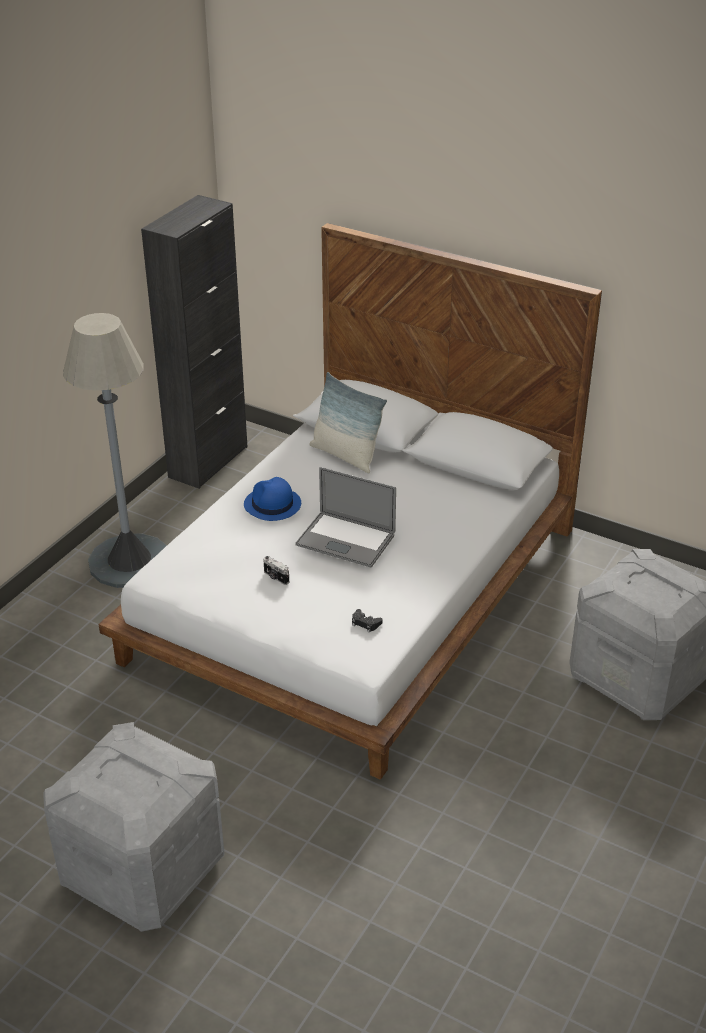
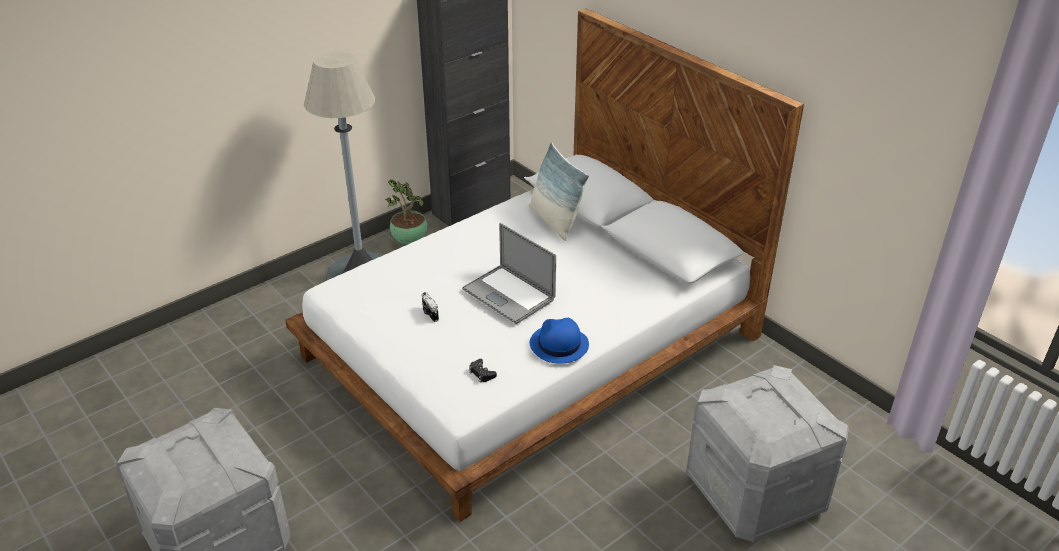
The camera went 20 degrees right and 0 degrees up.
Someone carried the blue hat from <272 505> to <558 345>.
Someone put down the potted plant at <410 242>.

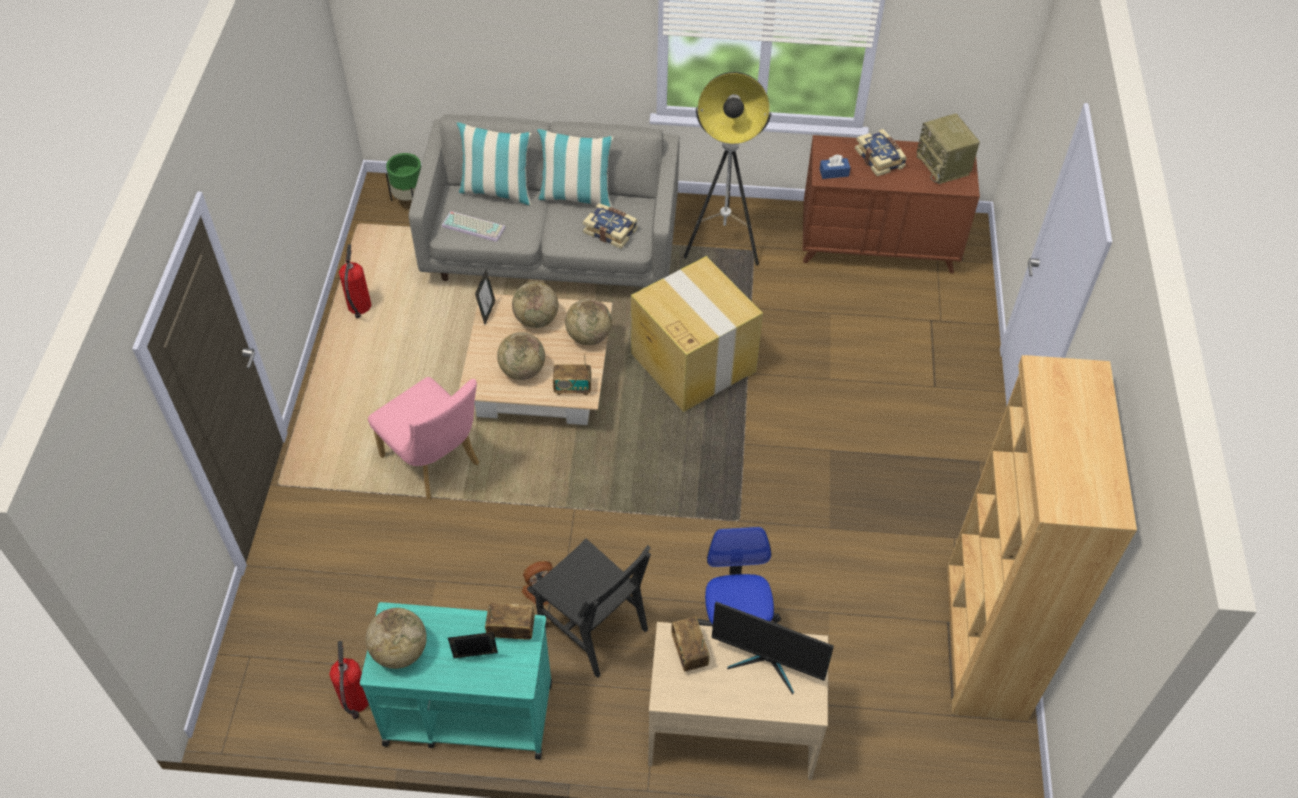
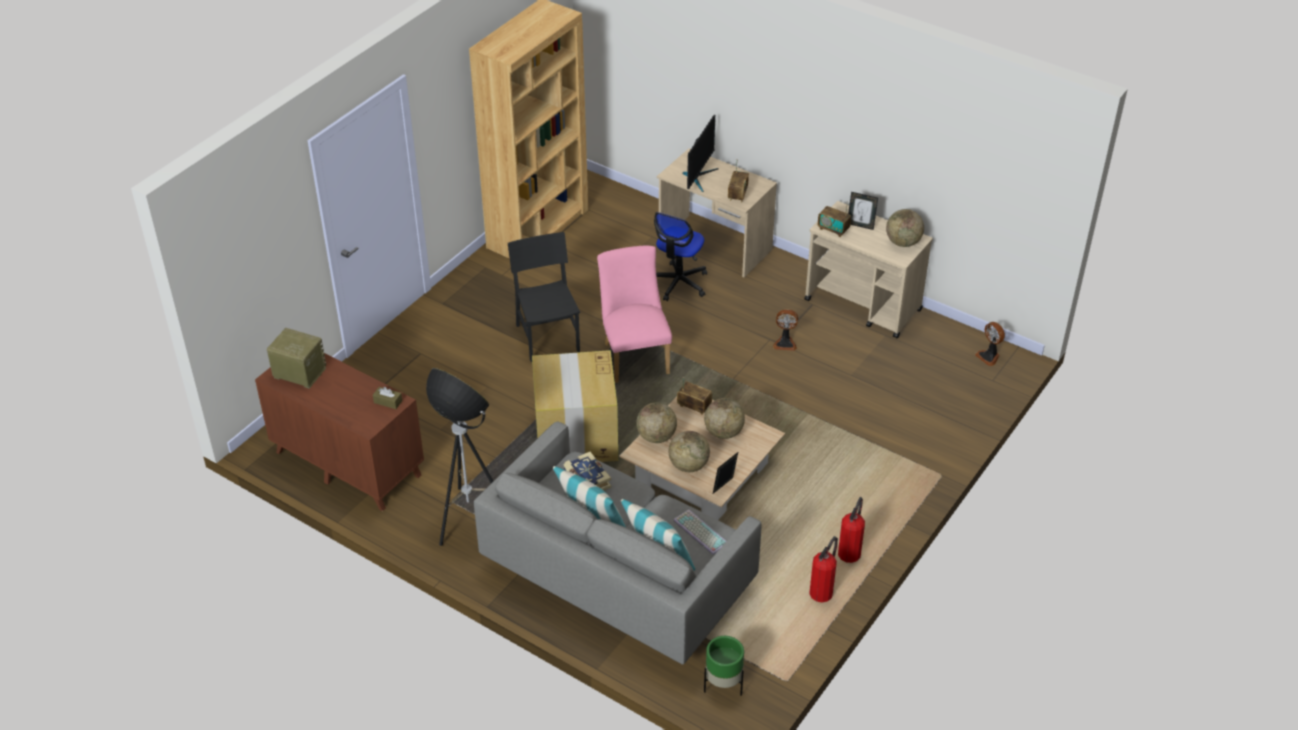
The camera went 150 degrees left and 10 degrees down.
Someone carried the fire extinguisher from <356 702> to <849 552>.
Someone repainted the turquoise cart at <467 713>, which became the beige cart at <863 305>.
Someone carried the pink chair from <435 464> to <634 355>.
Someone carried the black chair from <593 628> to <548 338>.
Someone rotated the monitor at <767 663> by 60 degrees clockwise.
Someone repainted the blue tissue box at <834 172>, which became the brown tissue box at <388 401>.
Someone took away the book at <880 158>.
Someone rotated the radio at <944 165> by 75 degrees counterclockwise.
Someone put down the fan at <989 356>.

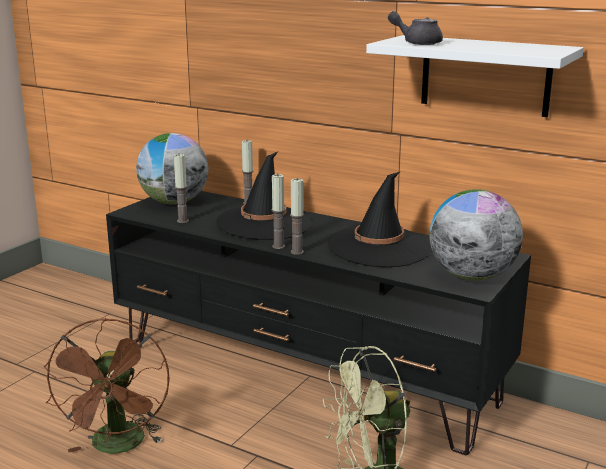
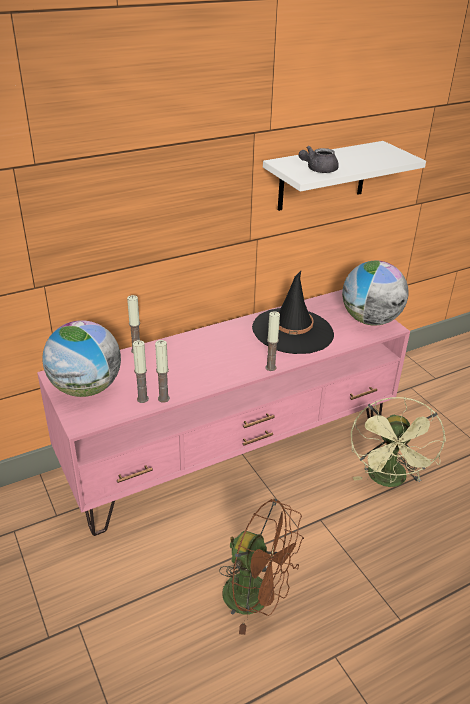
The camera went 60 degrees left and 15 degrees up.
Someone repainted the black tv stand at <305 372>, which became the pink tv stand at <232 450>.
Someone took away the black hat at <264 223>.
Someone carried the candle from <278 246> to <163 398>.

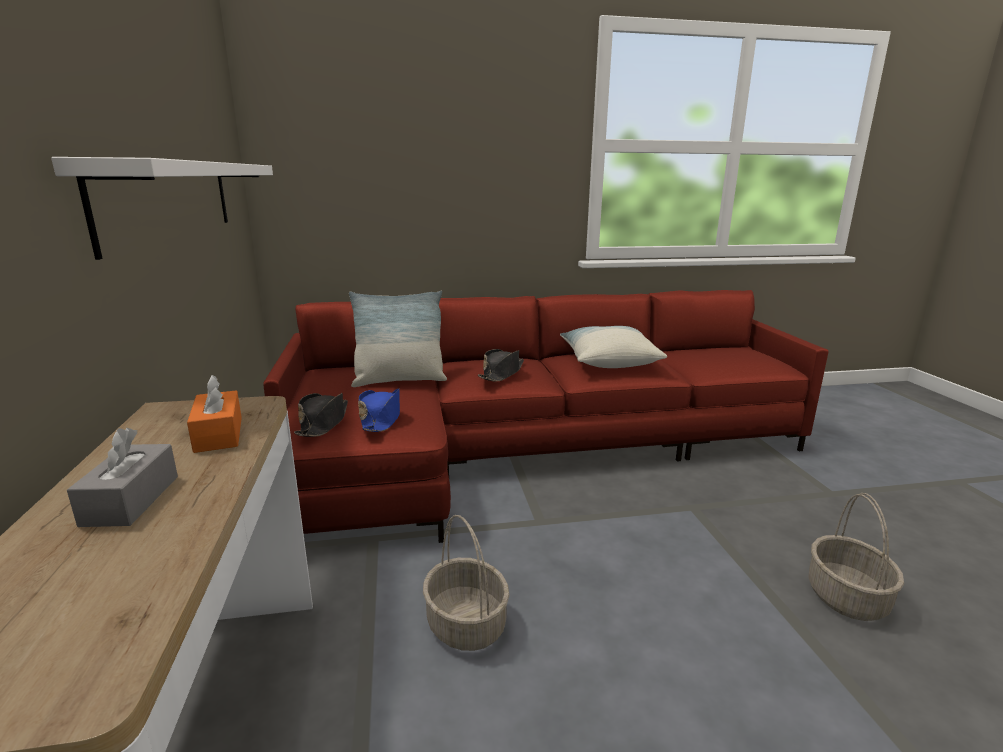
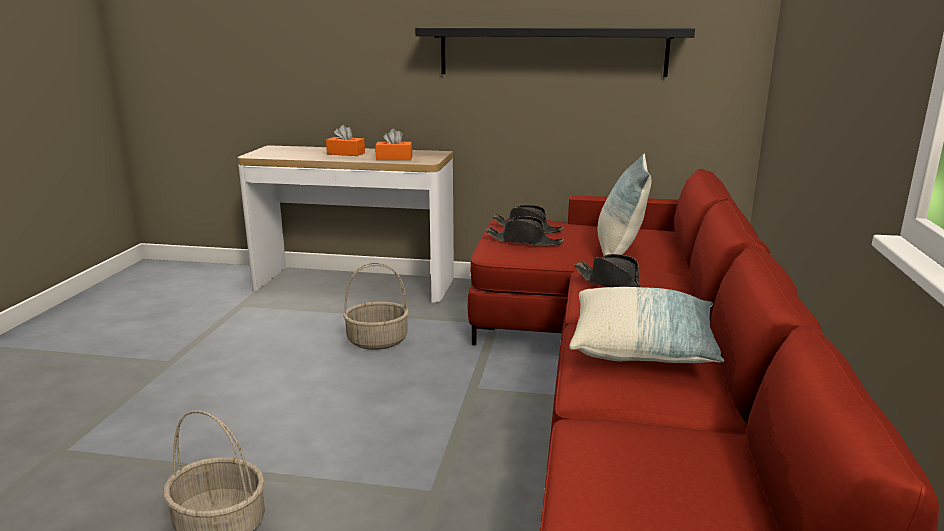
The camera went 110 degrees right and 0 degrees up.
Someone repainted the white shelf at <172 199>, which became the black shelf at <552 51>.
Someone repainted the grey tissue box at <131 500>, which became the orange tissue box at <346 153>.
Someone repainted the blue hat at <381 419>, which became the black hat at <524 241>.

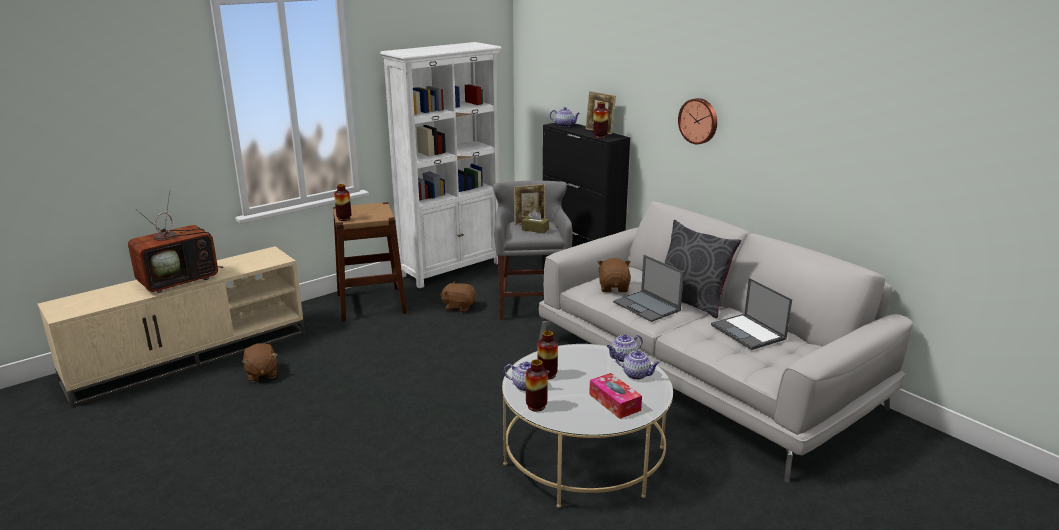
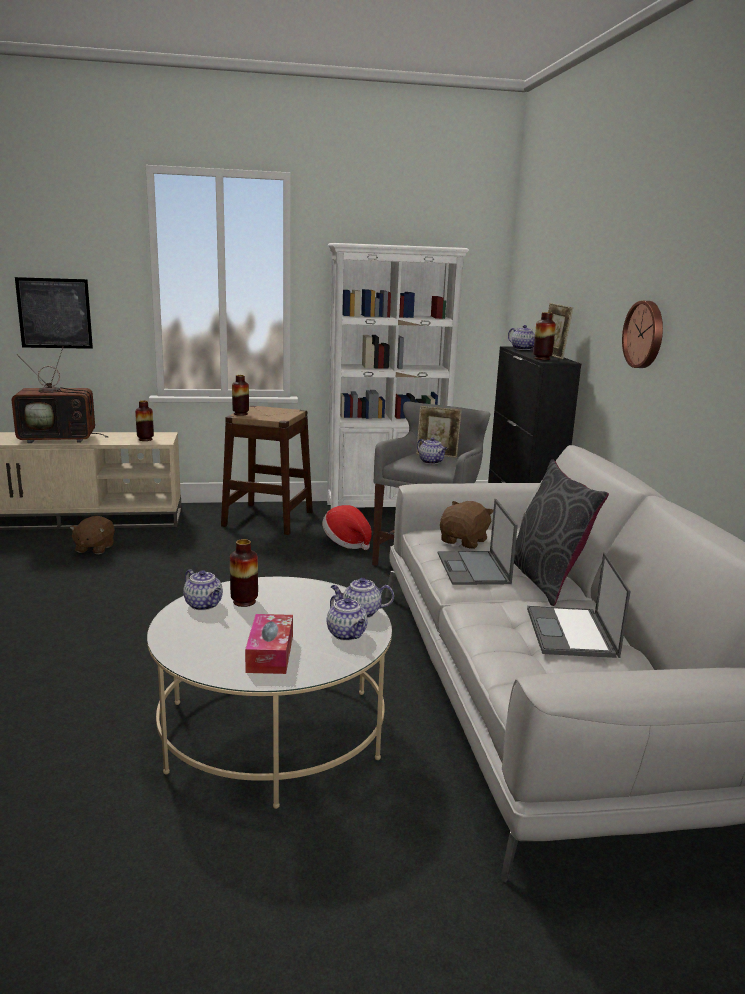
The camera went 30 degrees right and 5 degrees down.
Someone swapped the brown plush toy at <459 307> for the hat at <347 542>.
Someone swapped the brown tissue box at <535 229> for the teapot at <431 462>.
Someone carried the vase from <536 406> to <145 439>.
Someone put up the picture at <54 313>.

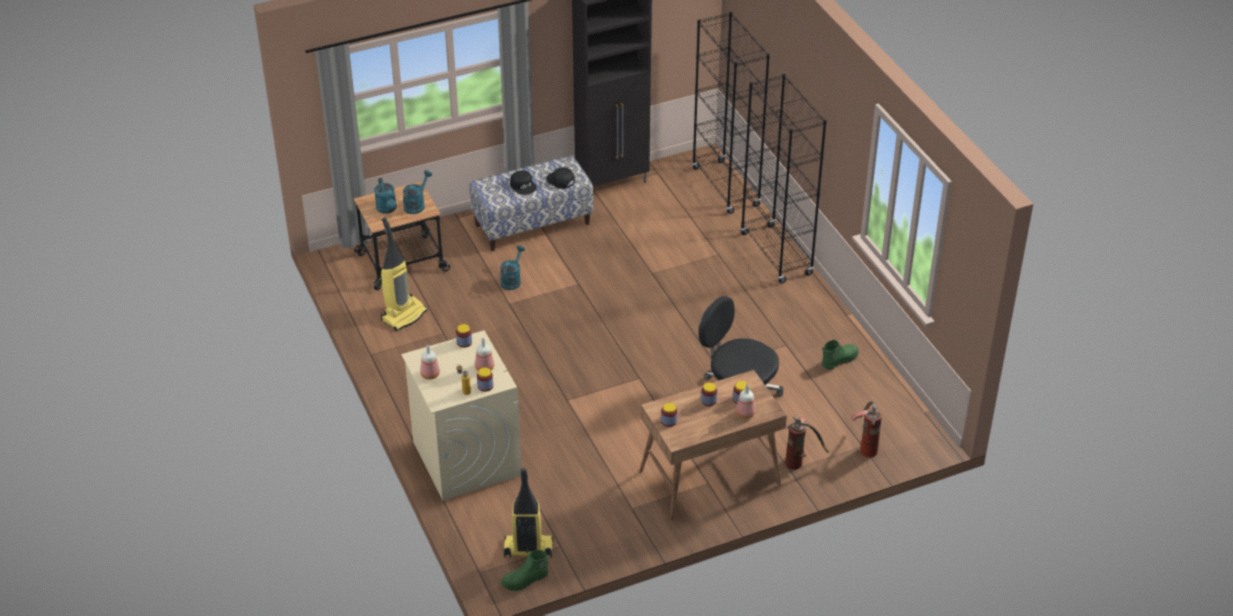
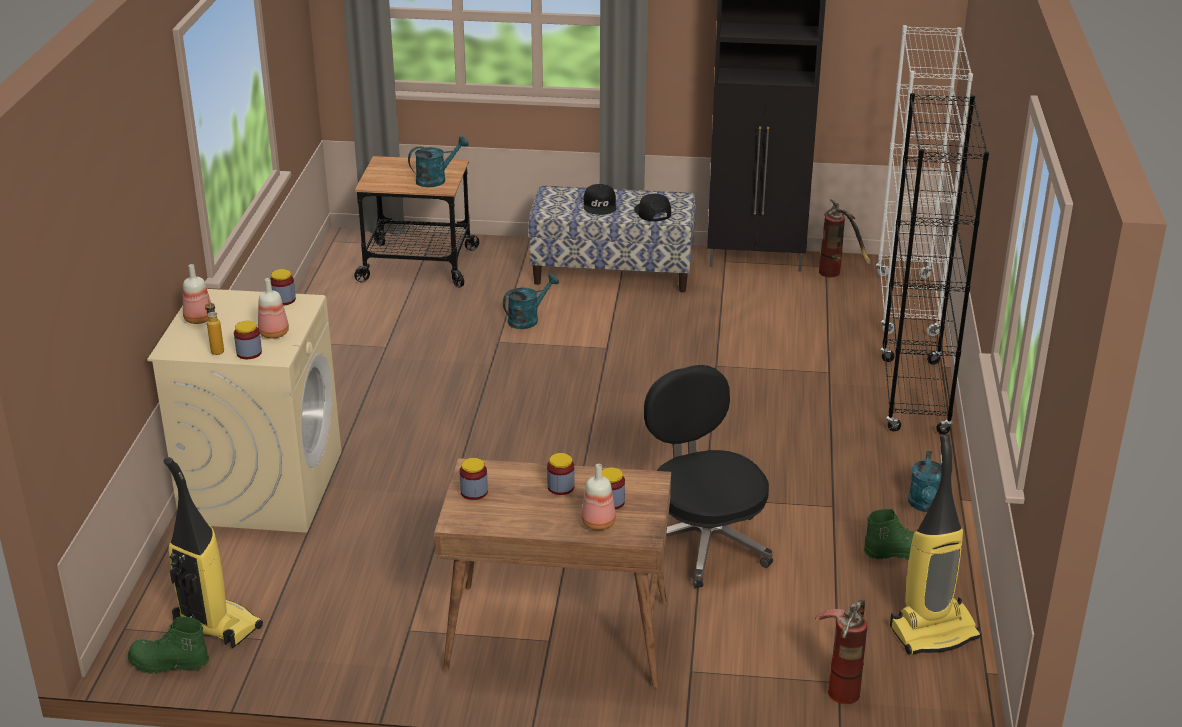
The camera went 30 degrees right and 10 degrees down.
Someone carried the turquoise watering can from <387 209> to <925 506>.
Someone carried the vacuum cleaner from <404 315> to <934 632>.
Someone repainted the black bookcase at <726 187>, which became the white bookcase at <906 305>.
Someone carried the fire extinguisher from <800 462> to <838 273>.

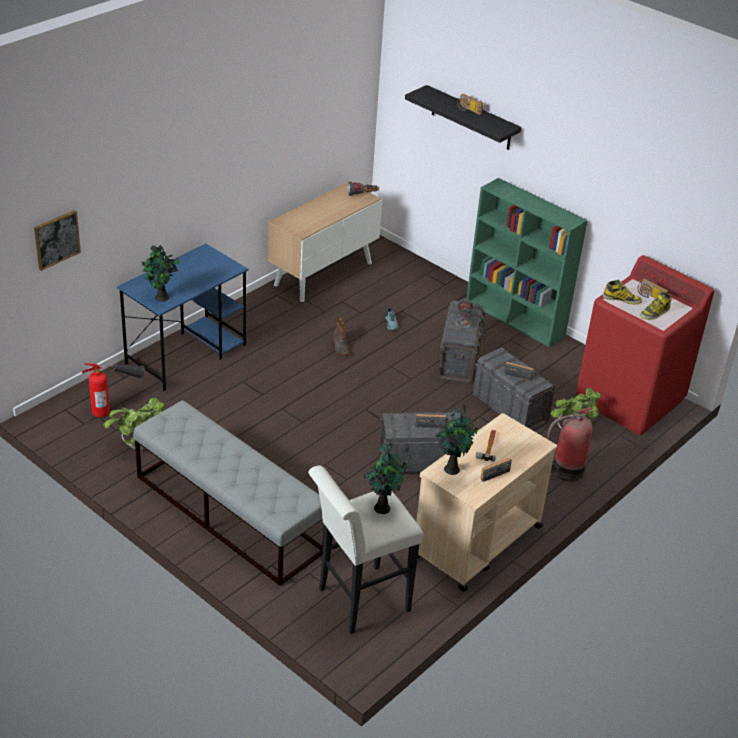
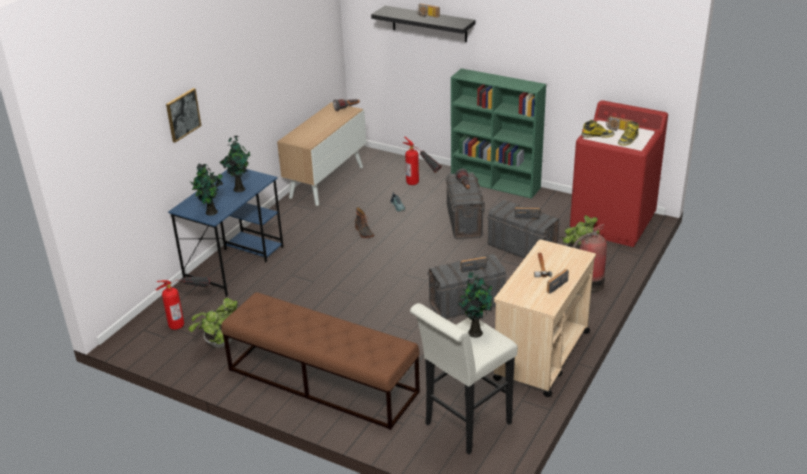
The camera went 10 degrees left and 5 degrees down.
Someone carried the picture from <56 239> to <182 115>.
Someone repainted the grey bench at <229 513>, which became the brown bench at <321 380>.
Someone carried the potted plant from <452 468> to <239 188>.
Someone put down the fire extinguisher at <422 186>.

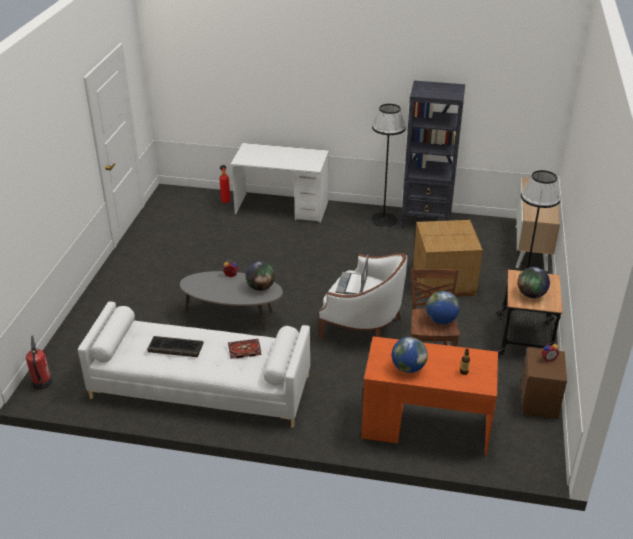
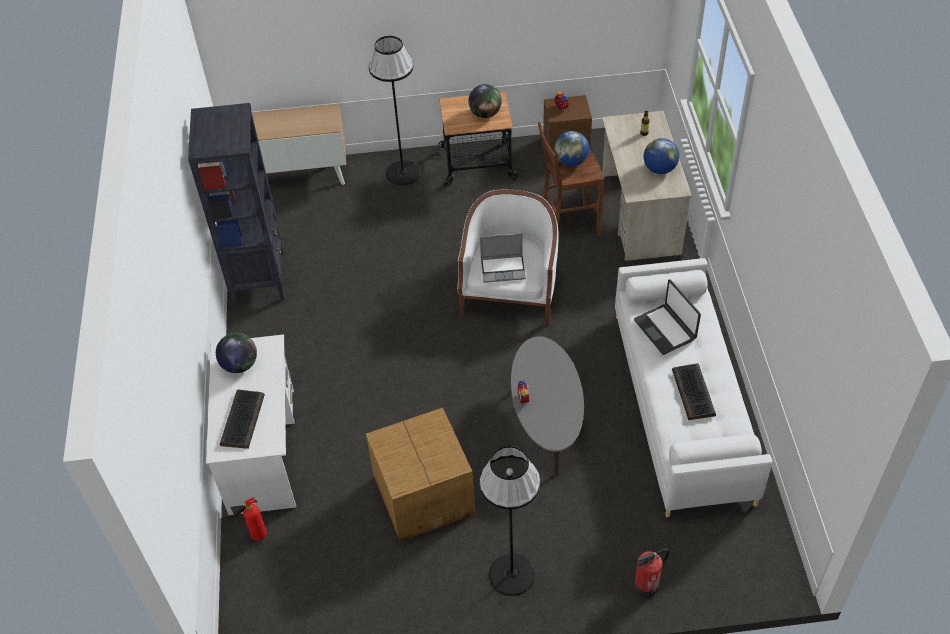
The camera went 105 degrees left and 15 degrees up.
Someone carried the fire extinguisher from <42 383> to <646 585>.
Someone swapped the book at <243 350> for the laptop at <665 329>.
Someone carried the globe from <260 287> to <240 365>.
Someone repainted the orange desk at <425 426>, which became the beige desk at <640 214>.
Someone carried the black floor lamp from <383 220> to <511 574>.
Someone carried the cardboard box from <445 281> to <424 494>.
Someone put down the keyboard at <242 419>.

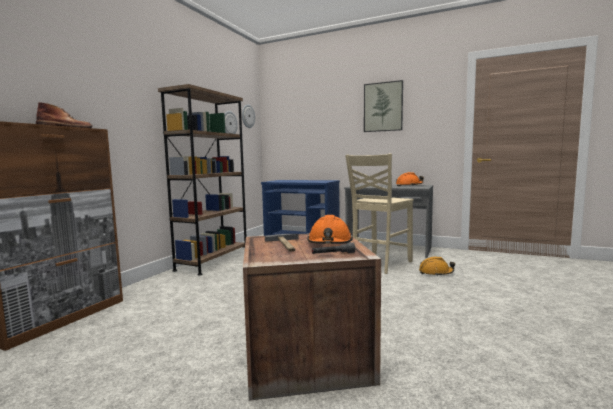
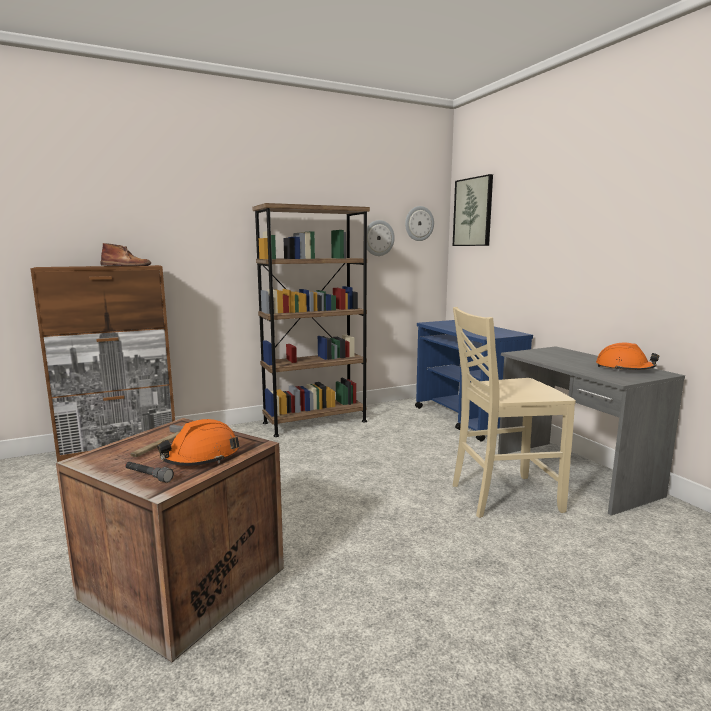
The camera went 40 degrees right and 5 degrees up.
Someone carried the picture from <383 107> to <473 212>.
Someone took away the orange hard hat at <436 273>.

